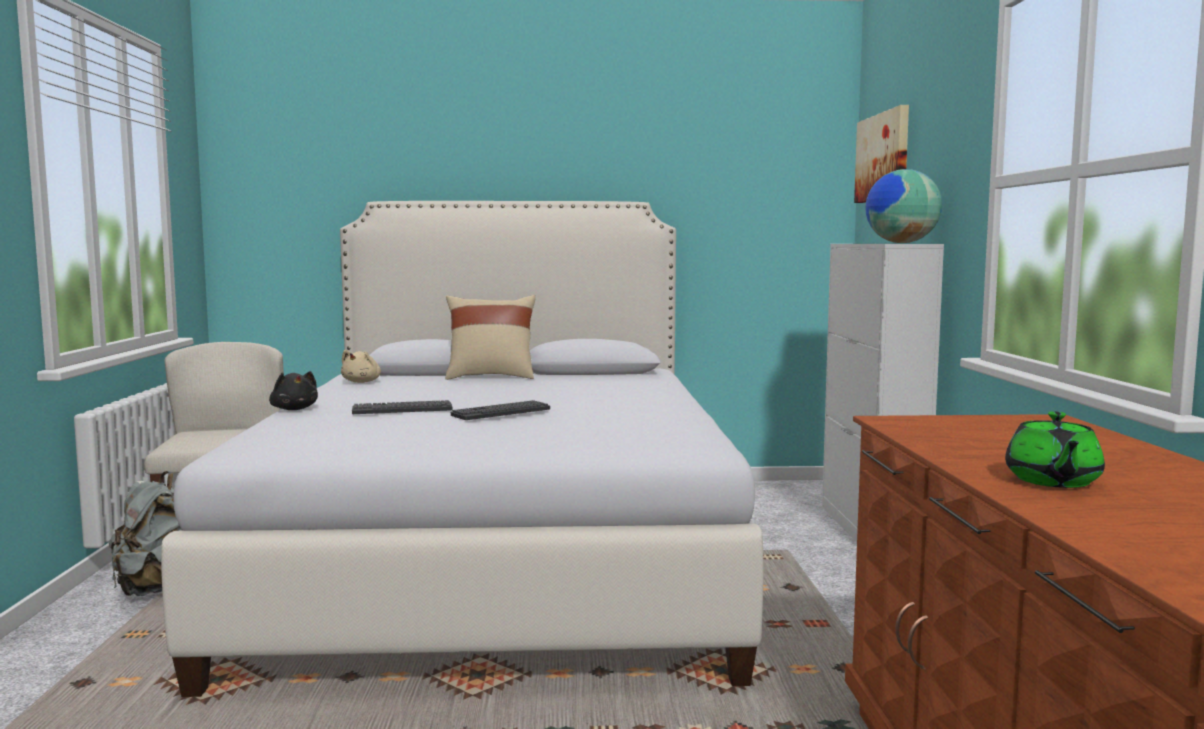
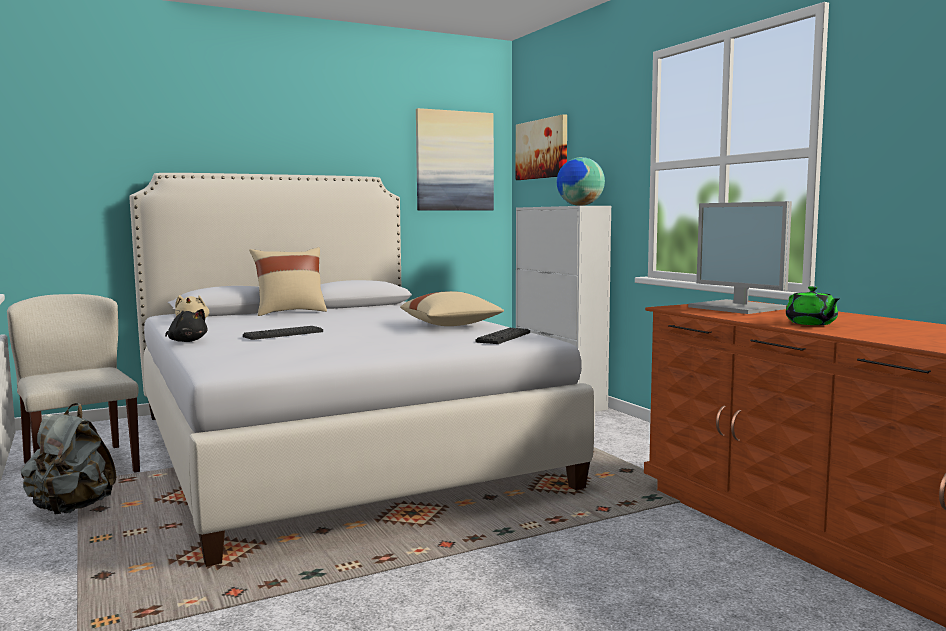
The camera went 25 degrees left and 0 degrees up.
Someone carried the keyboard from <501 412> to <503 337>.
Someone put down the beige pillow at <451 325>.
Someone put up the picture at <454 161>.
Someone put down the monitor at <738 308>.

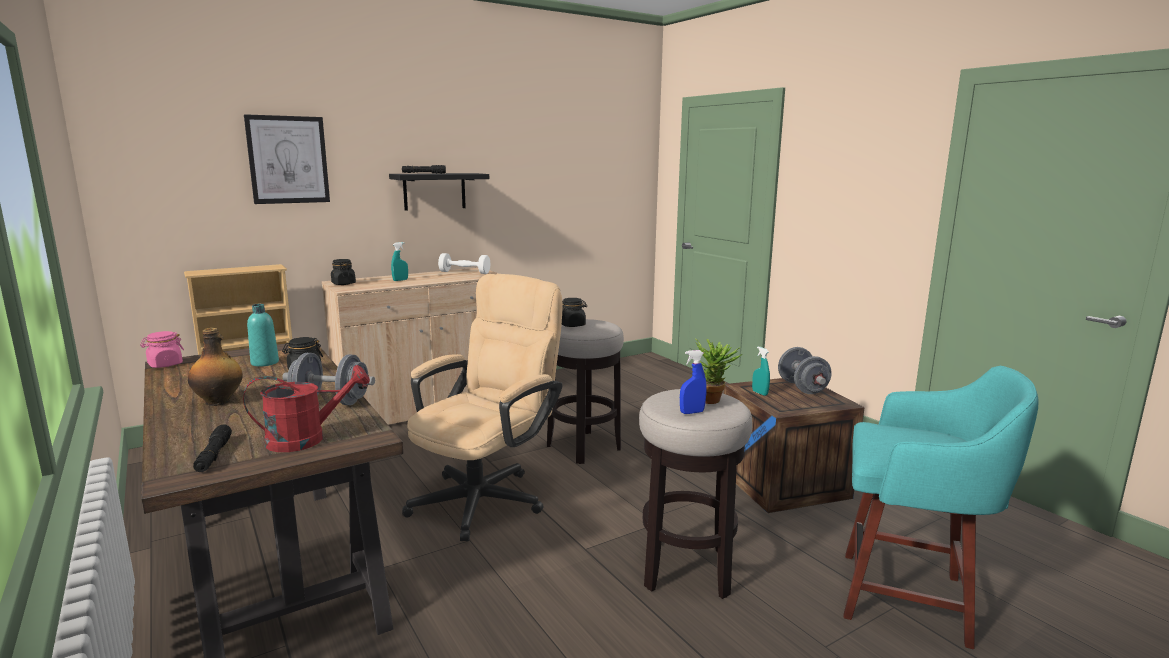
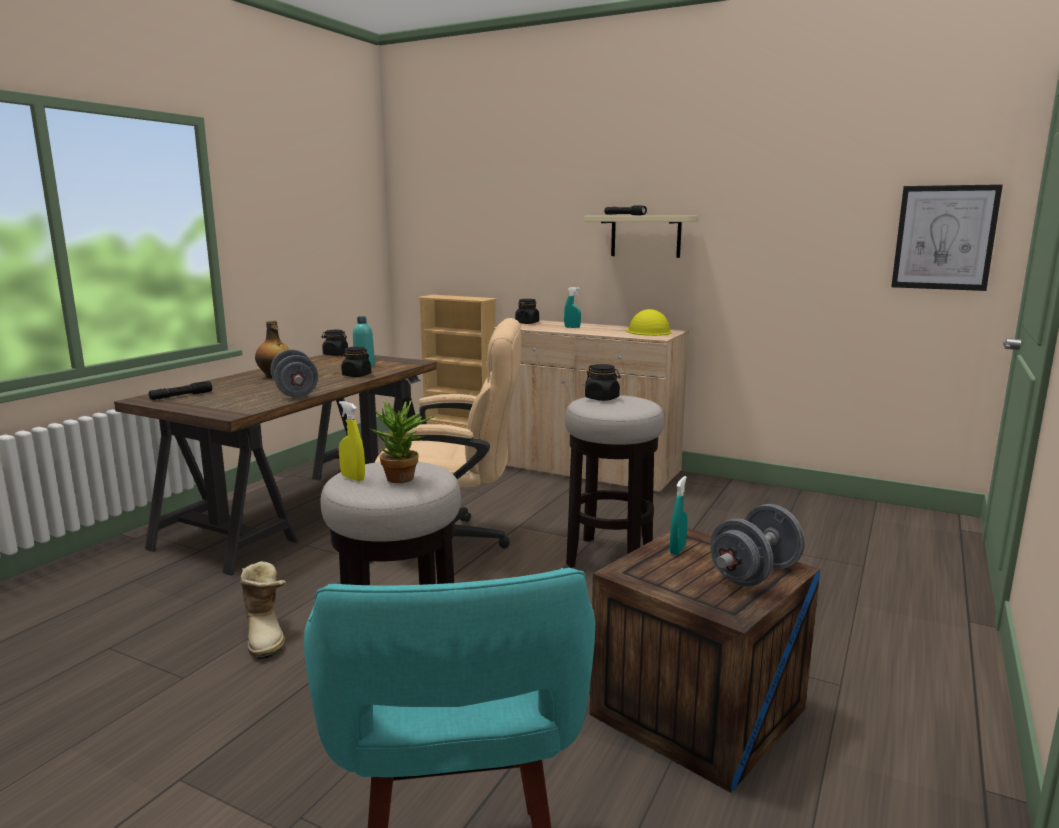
The camera went 60 degrees right and 0 degrees up.
Someone repainted the pink jar at <165 364>, which became the black jar at <335 354>.
Someone took away the red watering can at <307 439>.
Someone carried the picture from <288 160> to <944 237>.
Someone repainted the black shelf at <434 191>, which became the beige shelf at <645 236>.
Someone swapped the white dumbbell at <464 272> for the yellow hard hat at <648 331>.
Someone repainted the blue spray bottle at <692 412>, which became the yellow spray bottle at <353 478>.
Someone put down the boot at <266 636>.

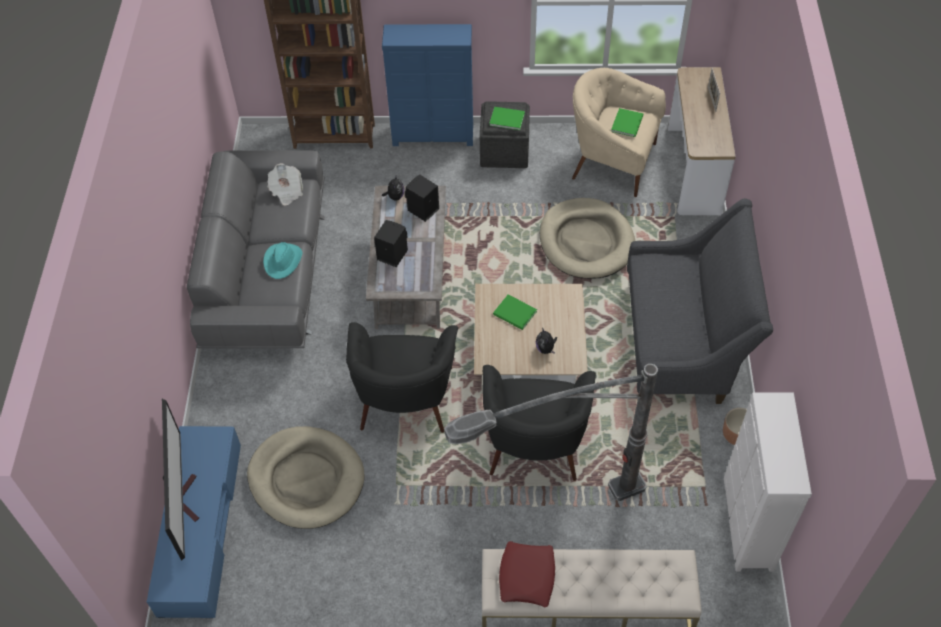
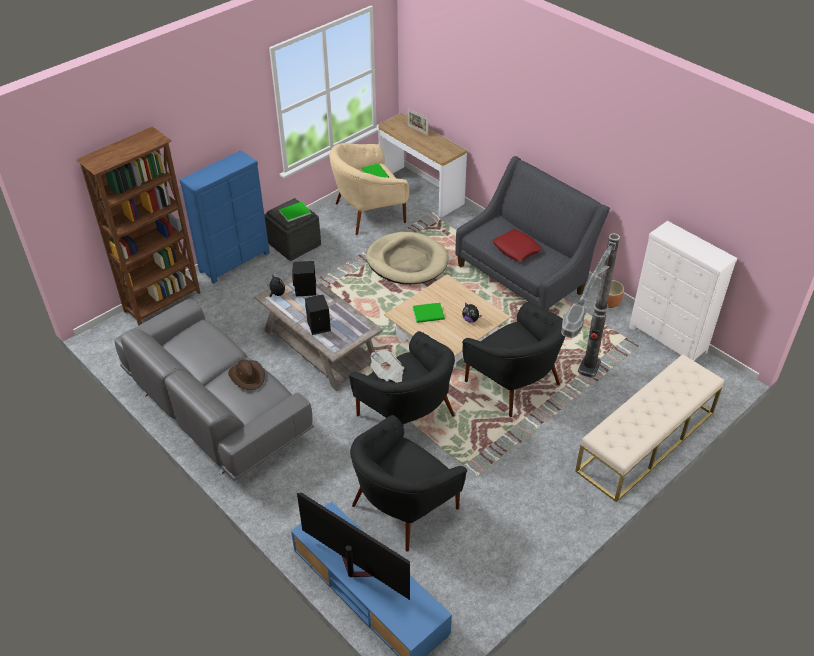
The camera went 45 degrees left and 10 degrees down.
Someone swapped the beige dog bed at <306 479> for the black armchair at <403 506>.
Someone repainted the turquoise hat at <283 261>, which became the brown hat at <247 376>.
Someone carried the newspaper from <286 191> to <388 373>.
Someone carried the red pillow from <527 576> to <516 249>.

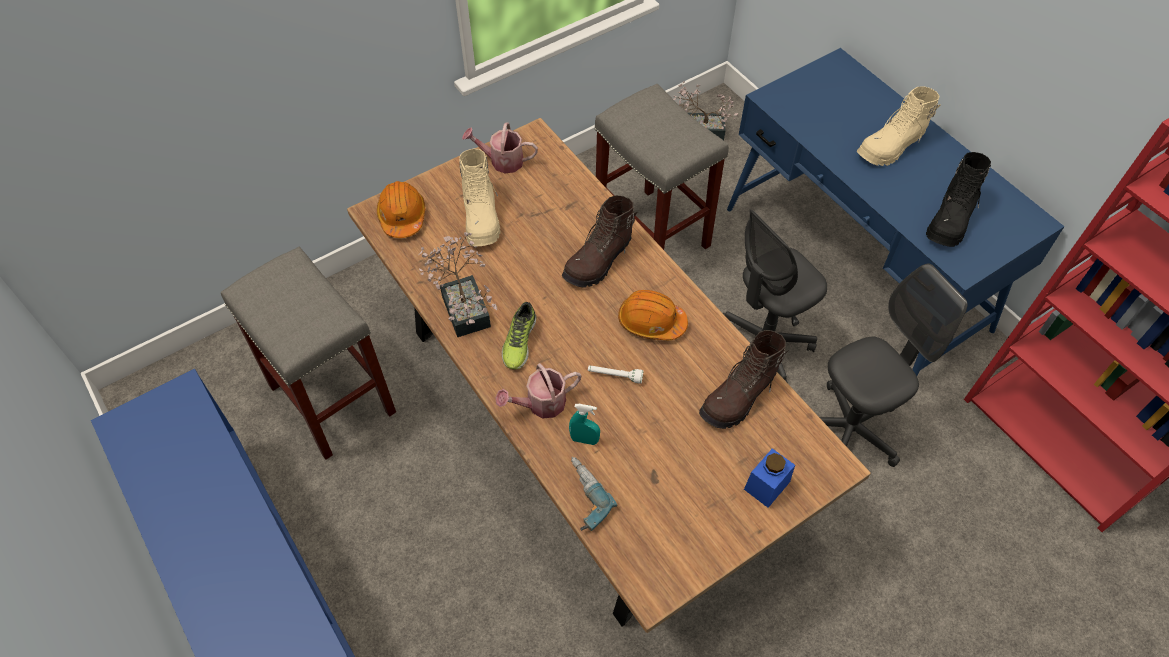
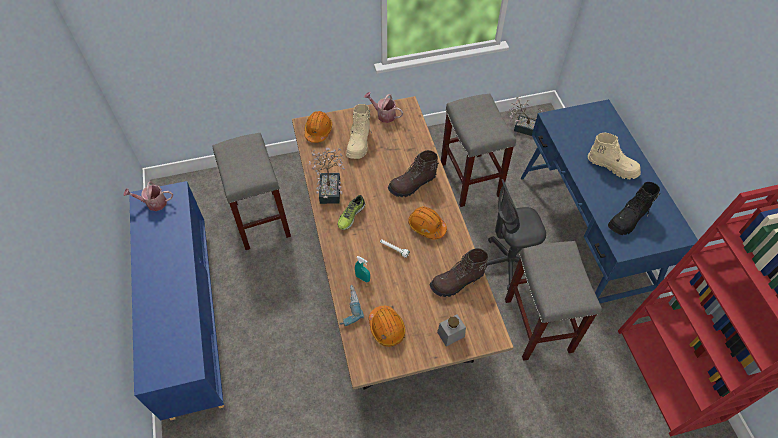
The camera went 20 degrees right and 0 degrees up.
Someone carried the watering can from <541 404> to <153 203>.
Someone repainted the blue jar at <766 485>, which became the grey jar at <450 334>.
Someone swapped the grey office chair at <849 430> for the grey stool at <539 326>.
Someone rotated the beige boot at <891 147> by 135 degrees counterclockwise.
Someone put down the orange hard hat at <386 328>.

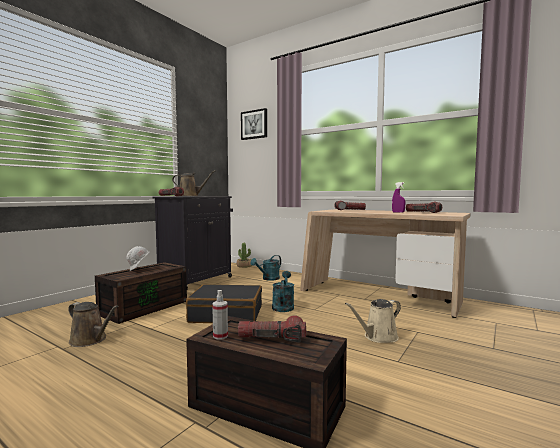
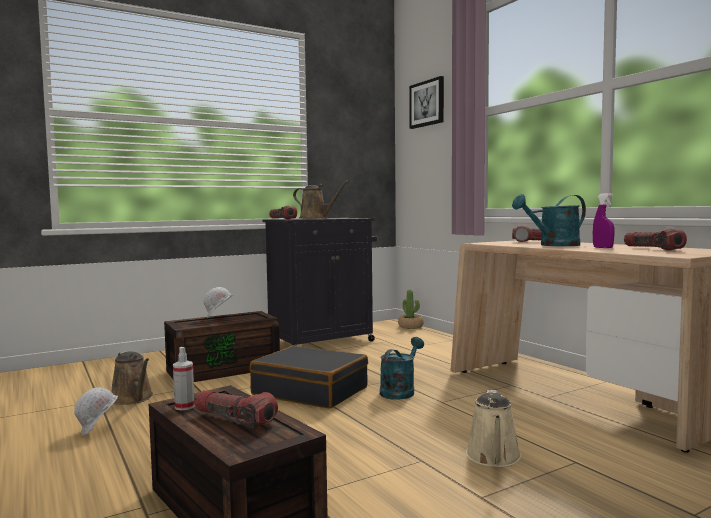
The camera went 25 degrees right and 0 degrees up.
Someone carried the turquoise watering can from <268 279> to <553 245>.
Someone rotated the beige watering can at <378 337> by 75 degrees counterclockwise.
Someone put down the white hard hat at <98 431>.

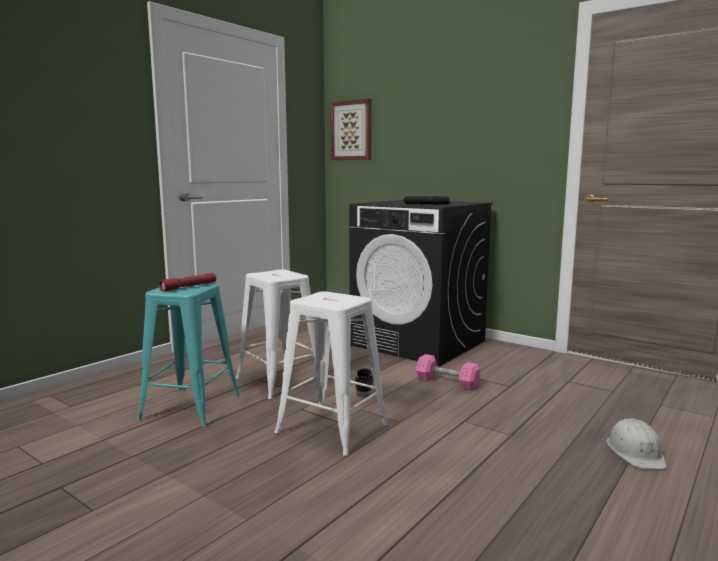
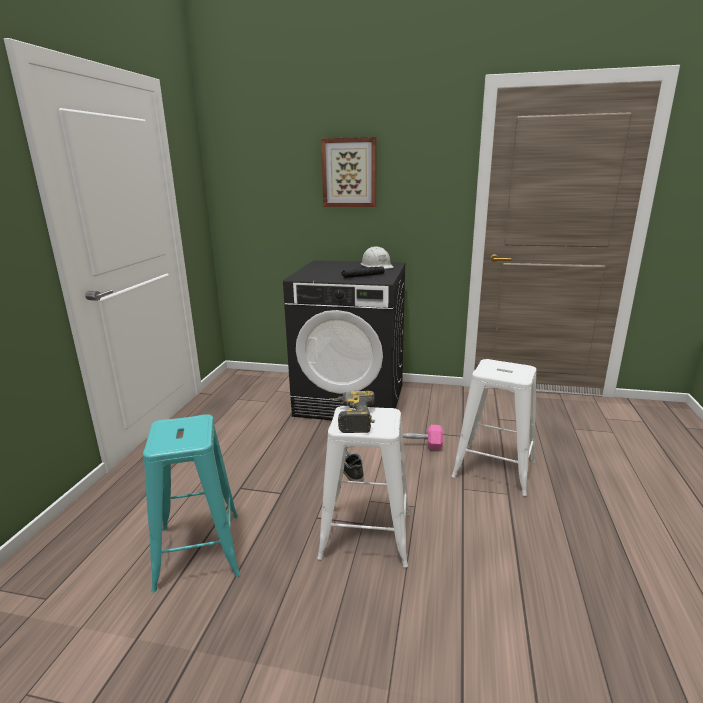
The camera went 25 degrees left and 10 degrees up.
Someone took away the red flashlight at <189 287>.
Someone carried the white stool from <279 380> to <493 469>.
Someone carried the picture from <352 130> to <349 173>.
Someone carried the white hard hat from <635 452> to <377 266>.
Someone put down the power drill at <350 418>.

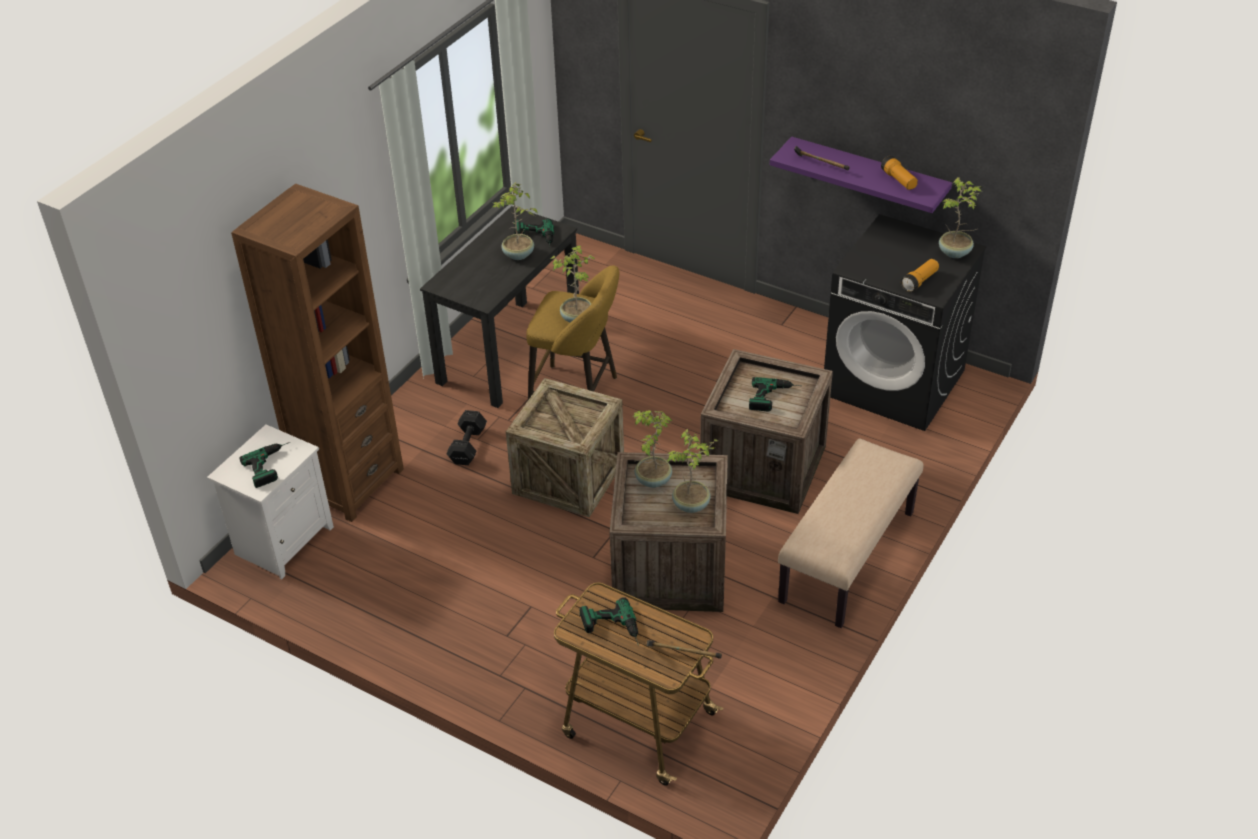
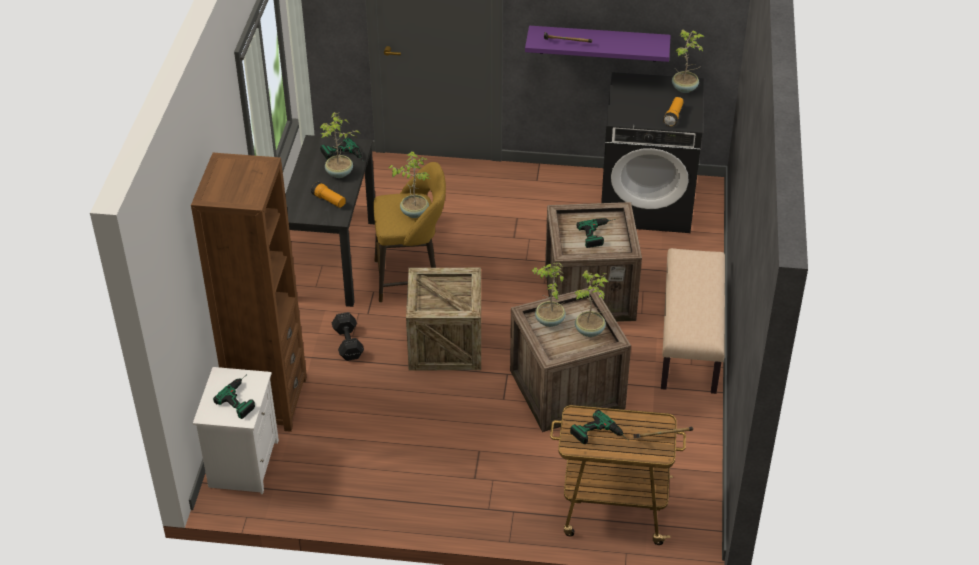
The camera went 25 degrees left and 0 degrees up.
Someone carried the flashlight from <899 180> to <329 200>.

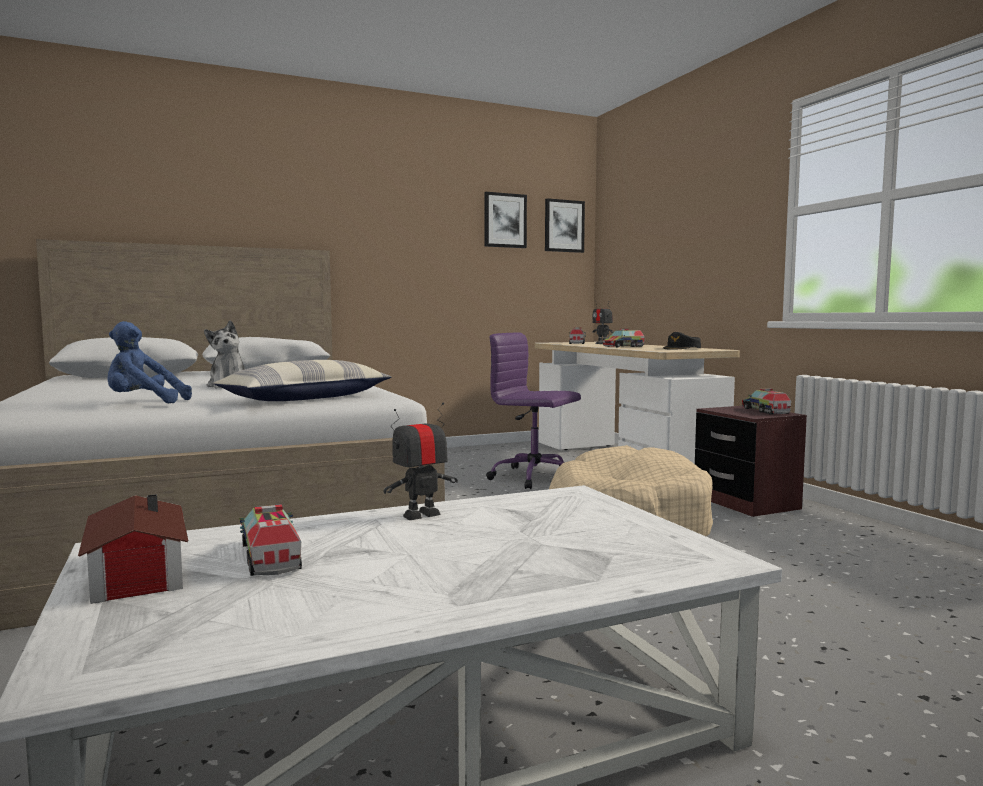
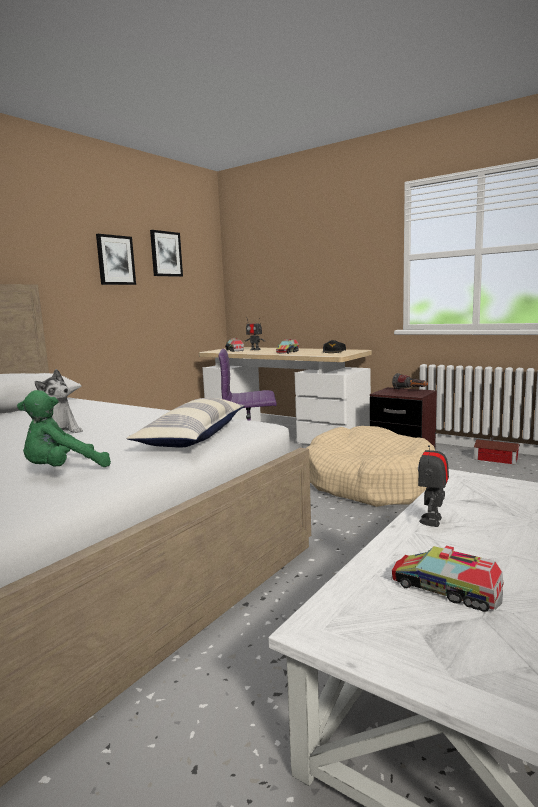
The camera went 30 degrees left and 5 degrees up.
Someone carried the toy house from <133 574> to <497 459>.
Someone repainted the blue plush toy at <143 403>, which became the green plush toy at <63 471>.
Someone carried the picture from <564 226> to <115 260>.
Someone swapped the toy truck at <765 411> for the flashlight at <410 390>.

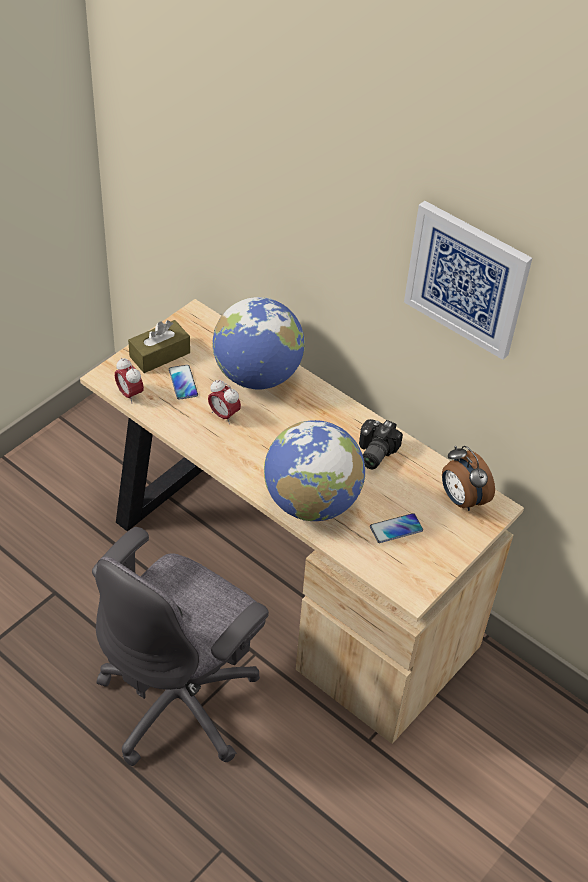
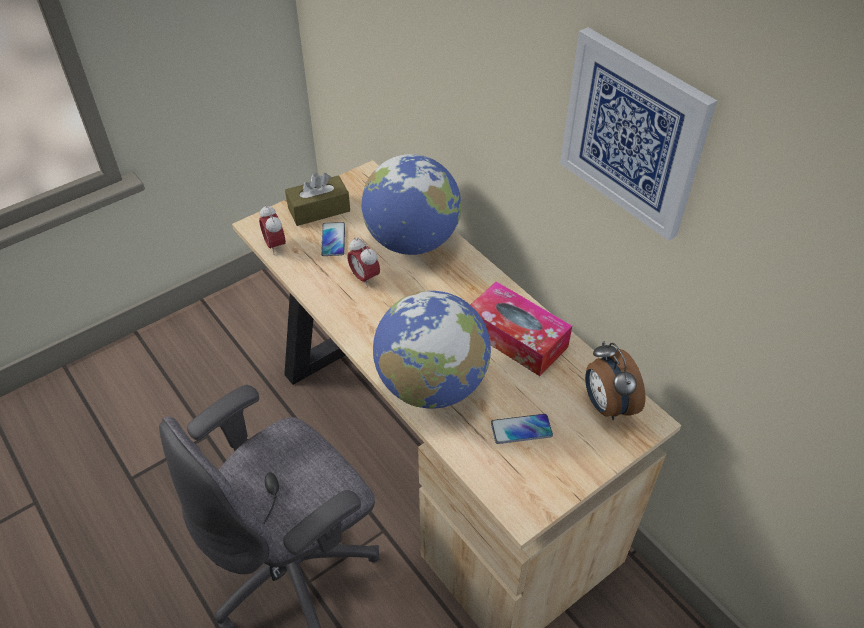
The camera went 15 degrees right and 0 degrees up.
Someone swapped the photo camera at <373 453> for the tissue box at <516 338>.

